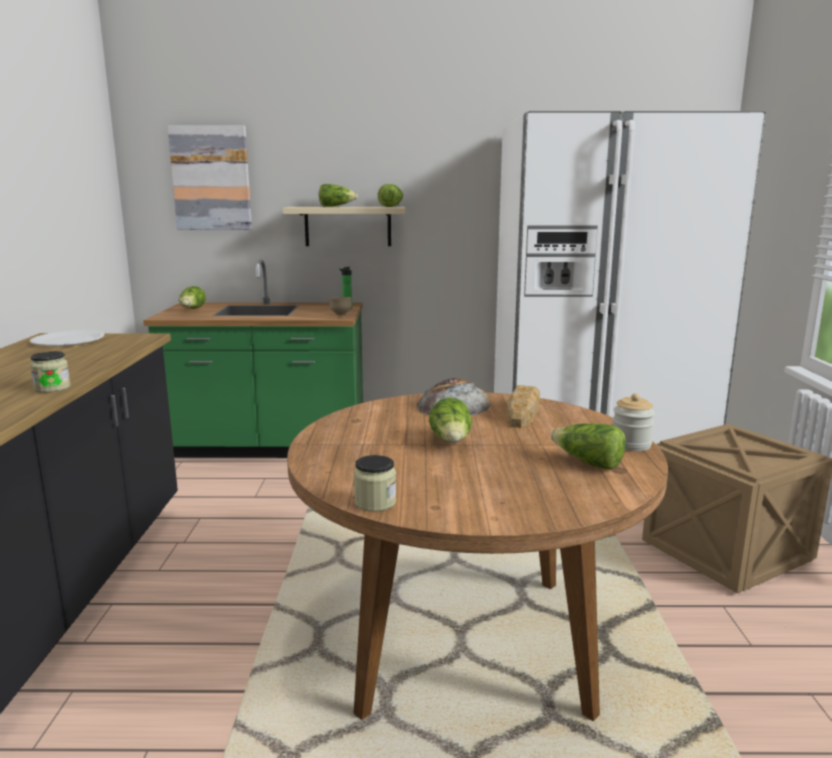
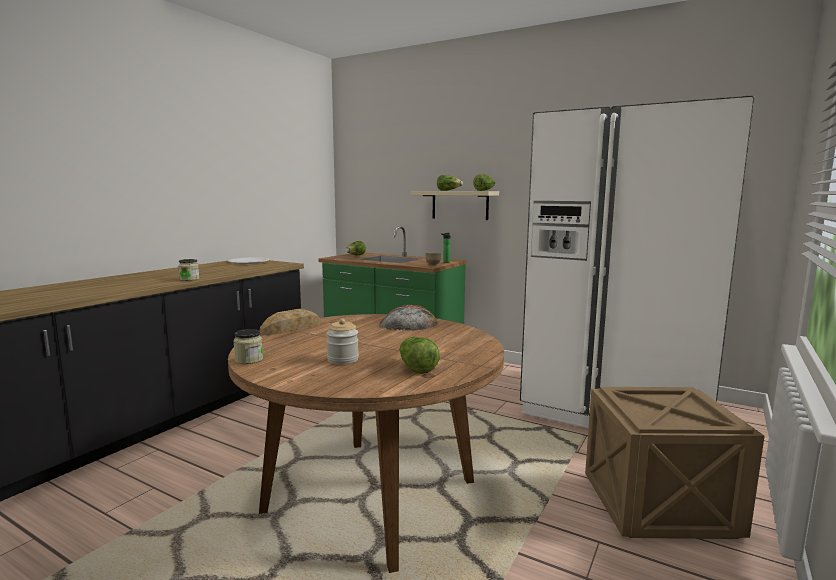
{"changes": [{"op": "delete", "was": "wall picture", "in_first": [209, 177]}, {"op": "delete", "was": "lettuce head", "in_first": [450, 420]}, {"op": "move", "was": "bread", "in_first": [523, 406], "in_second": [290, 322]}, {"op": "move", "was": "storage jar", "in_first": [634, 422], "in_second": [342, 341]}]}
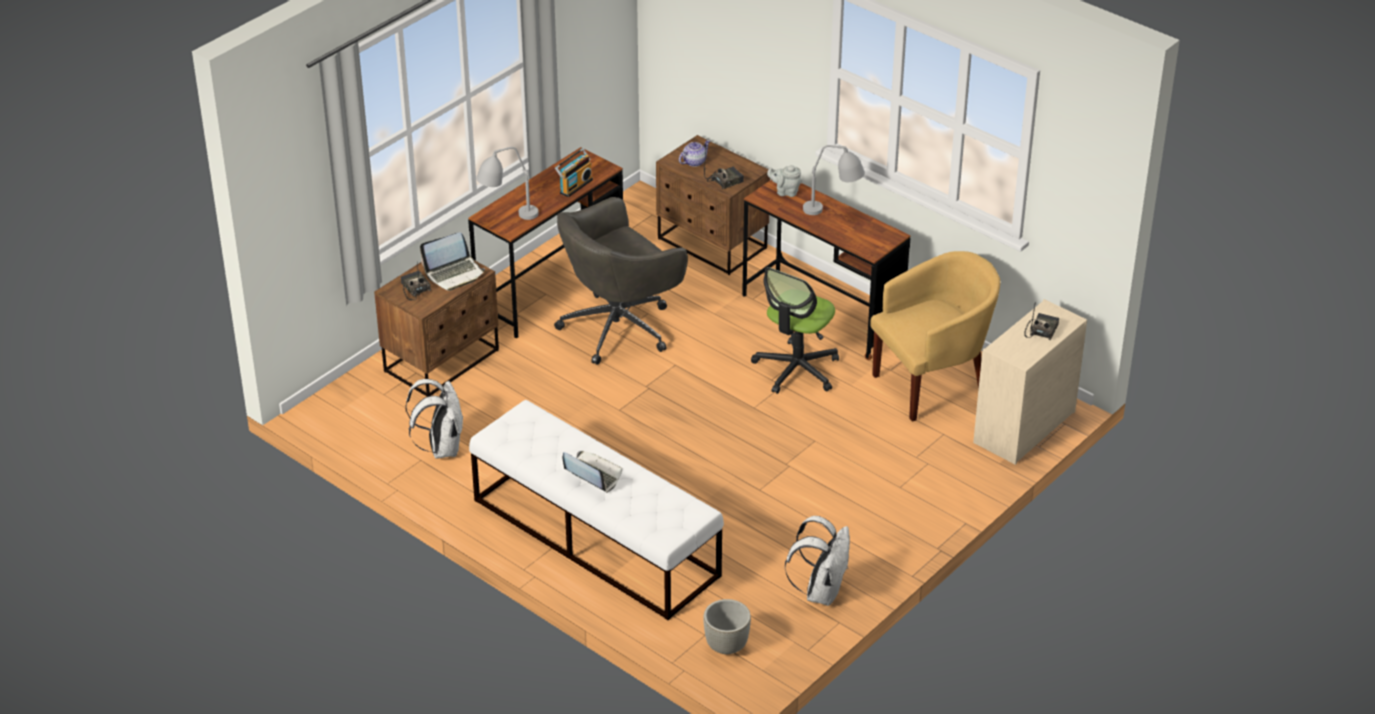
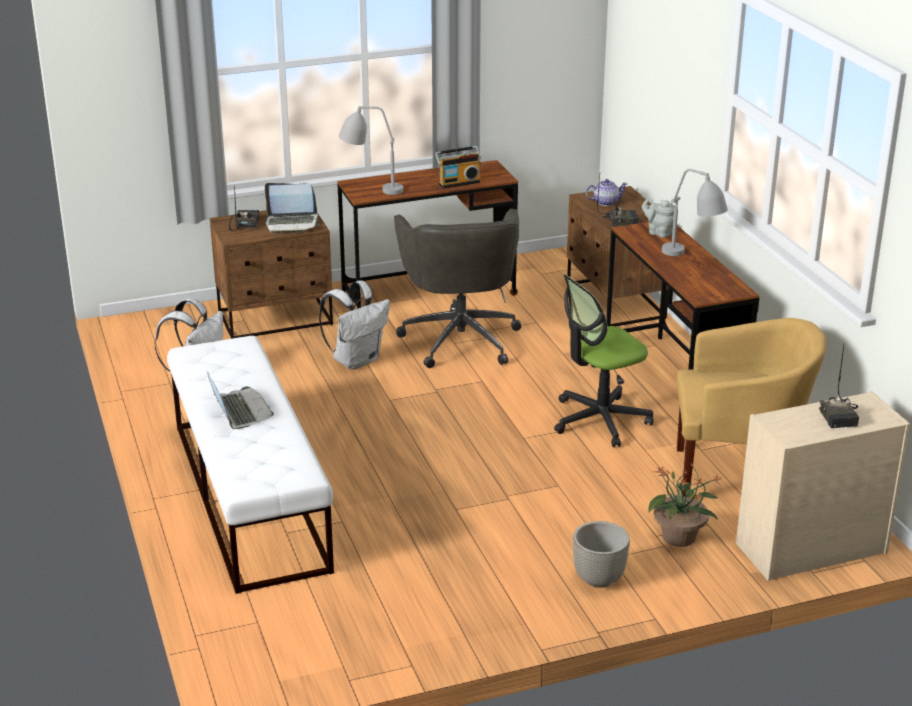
{"changes": [{"op": "insert", "now": "potted plant", "in_second": [685, 504]}, {"op": "move", "was": "gray plant pot", "in_first": [727, 626], "in_second": [601, 554]}, {"op": "move", "was": "whitish backpack", "in_first": [817, 561], "in_second": [354, 325]}, {"op": "rotate", "was": "gray desk chair", "in_first": [621, 281], "in_second": [457, 288], "clockwise": -90}, {"op": "rotate", "was": "radio set", "in_first": [1041, 320], "in_second": [839, 387], "clockwise": 120}]}
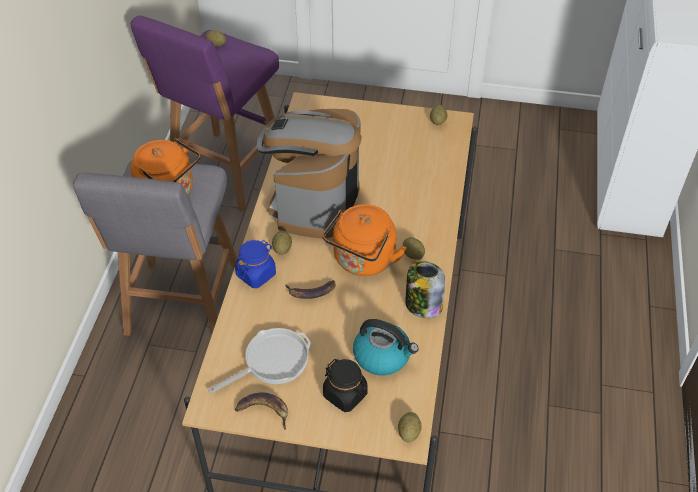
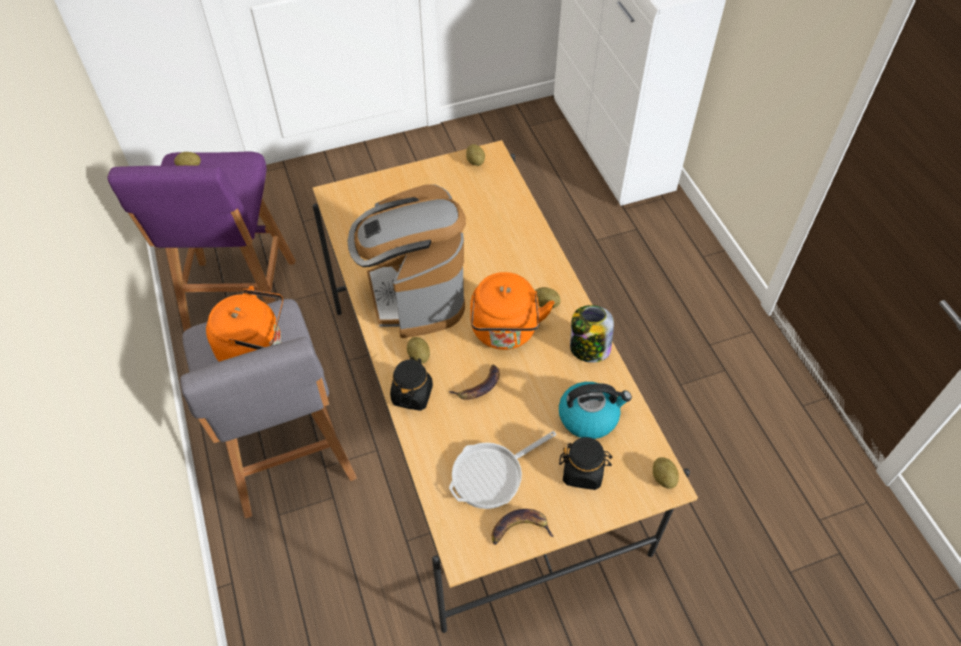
{"changes": [{"op": "recolor", "was": "blue-coloured storage jar", "now": "black storage jar", "in_first": [255, 264], "in_second": [411, 384]}, {"op": "rotate", "was": "pan", "in_first": [259, 361], "in_second": [502, 470], "clockwise": -150}]}
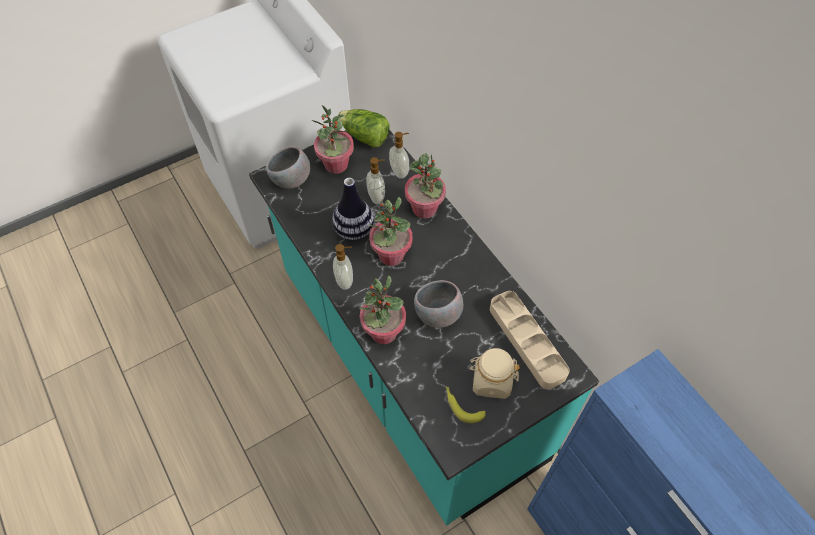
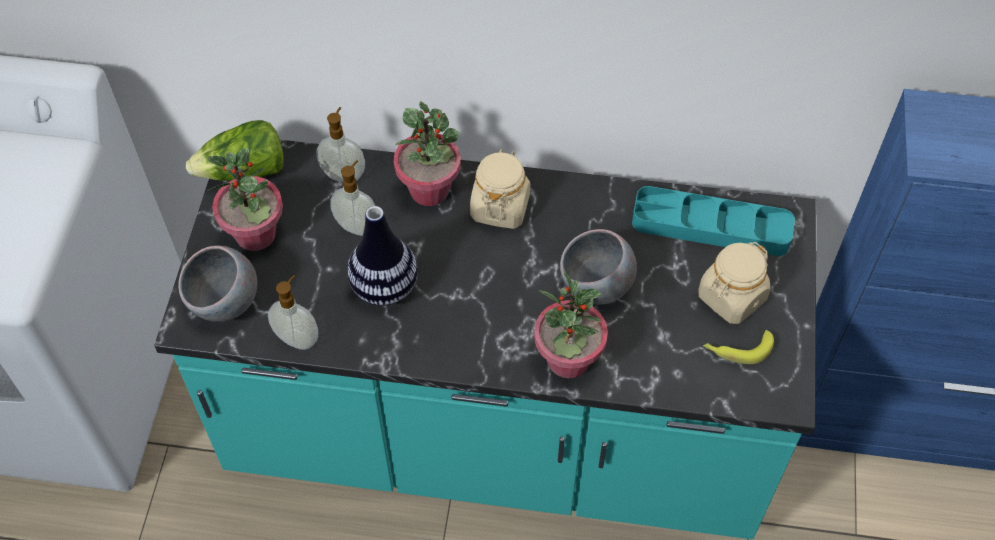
{"changes": [{"op": "delete", "was": "potted plant", "in_first": [391, 231]}, {"op": "insert", "now": "sand-coloured storage jar", "in_second": [500, 189]}, {"op": "move", "was": "soap dispenser", "in_first": [343, 267], "in_second": [293, 312]}, {"op": "recolor", "was": "sand-coloured tray", "now": "turquoise-coloured tray", "in_first": [530, 340], "in_second": [713, 221]}]}
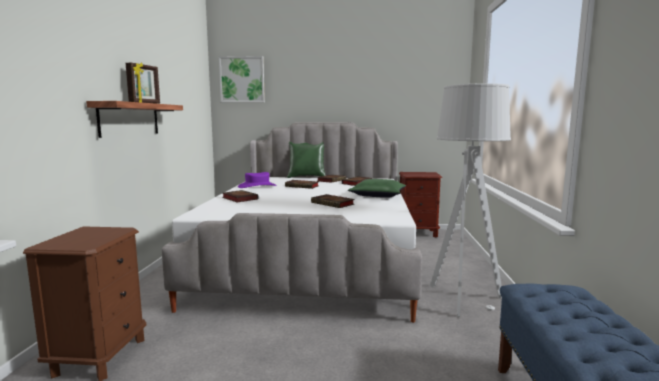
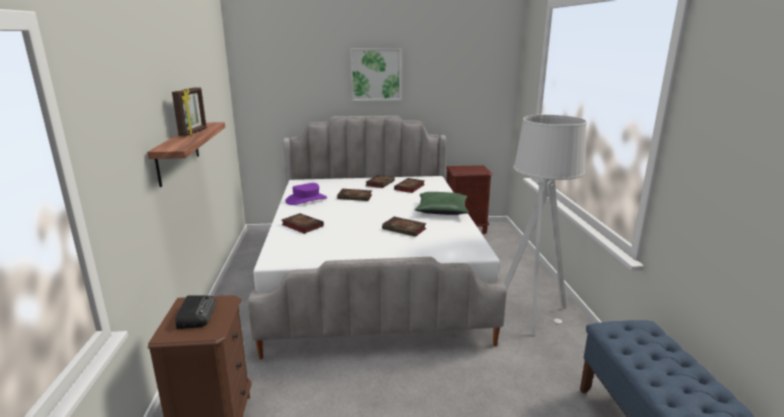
{"changes": [{"op": "delete", "was": "green throw pillow", "in_first": [306, 160]}, {"op": "insert", "now": "radio set", "in_second": [195, 312]}, {"op": "move", "was": "wall picture", "in_first": [242, 79], "in_second": [375, 74]}]}
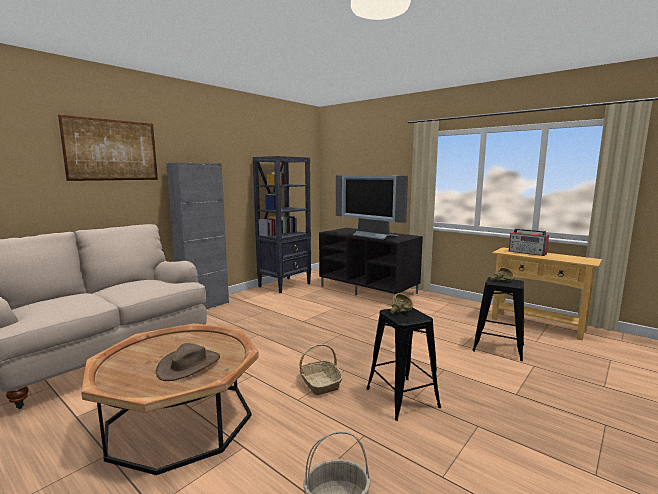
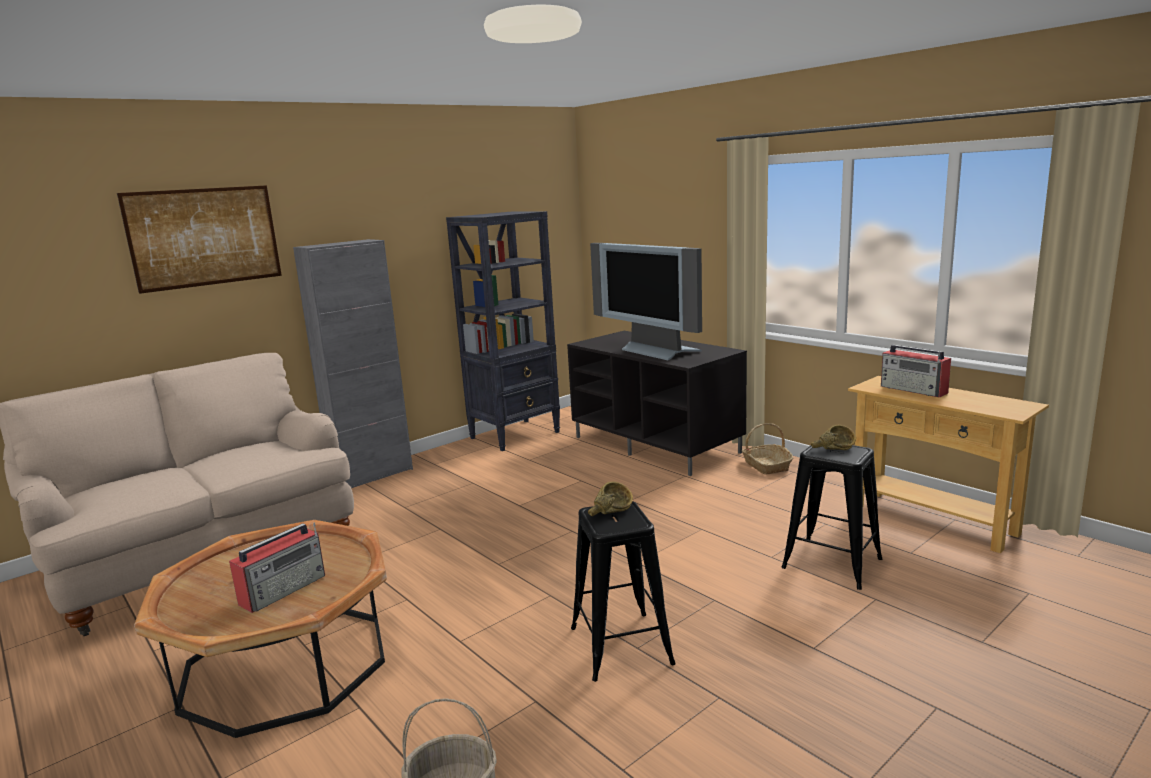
{"changes": [{"op": "move", "was": "household basket", "in_first": [321, 369], "in_second": [767, 449]}, {"op": "replace", "was": "brown-coloured clothing hat", "now": "radio set", "in_first": [188, 362], "in_second": [277, 568]}]}
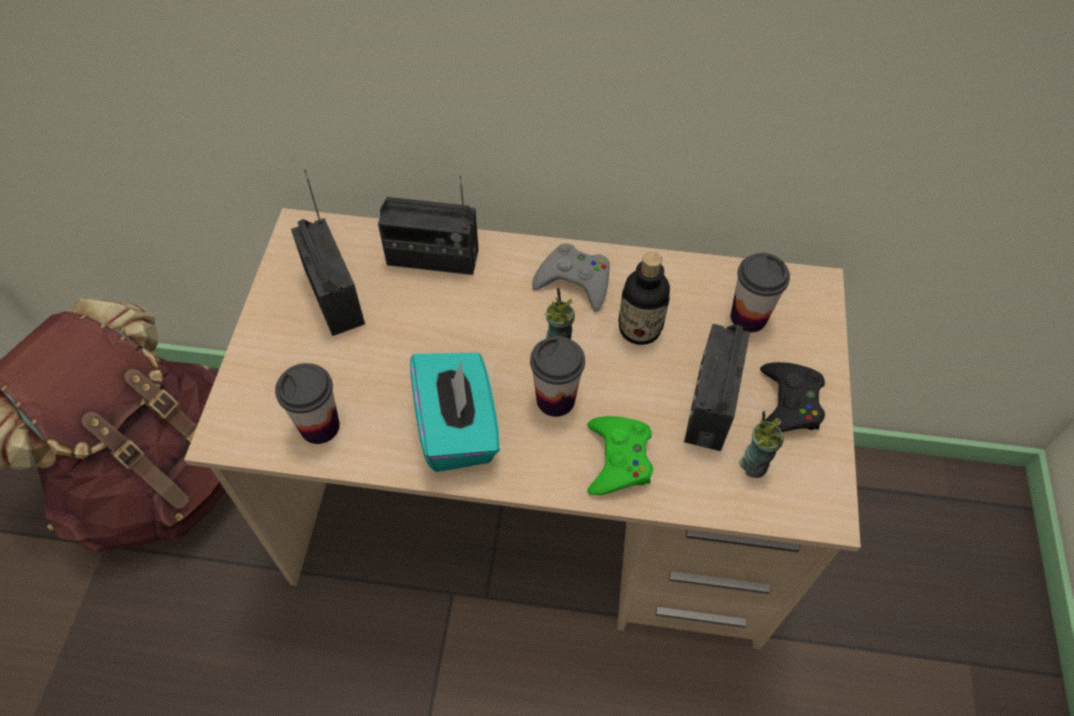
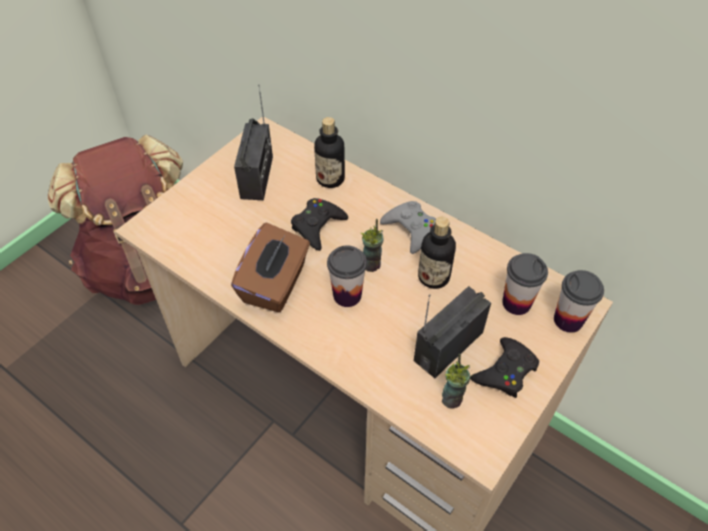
{"changes": [{"op": "delete", "was": "green gamepad", "in_first": [620, 455]}, {"op": "insert", "now": "black gamepad", "in_second": [319, 224]}, {"op": "move", "was": "small cup", "in_first": [307, 403], "in_second": [579, 301]}, {"op": "replace", "was": "radio set", "now": "beverage bottle", "in_first": [428, 225], "in_second": [329, 152]}, {"op": "recolor", "was": "turquoise-coloured tissue box", "now": "brown-coloured tissue box", "in_first": [455, 412], "in_second": [270, 267]}]}
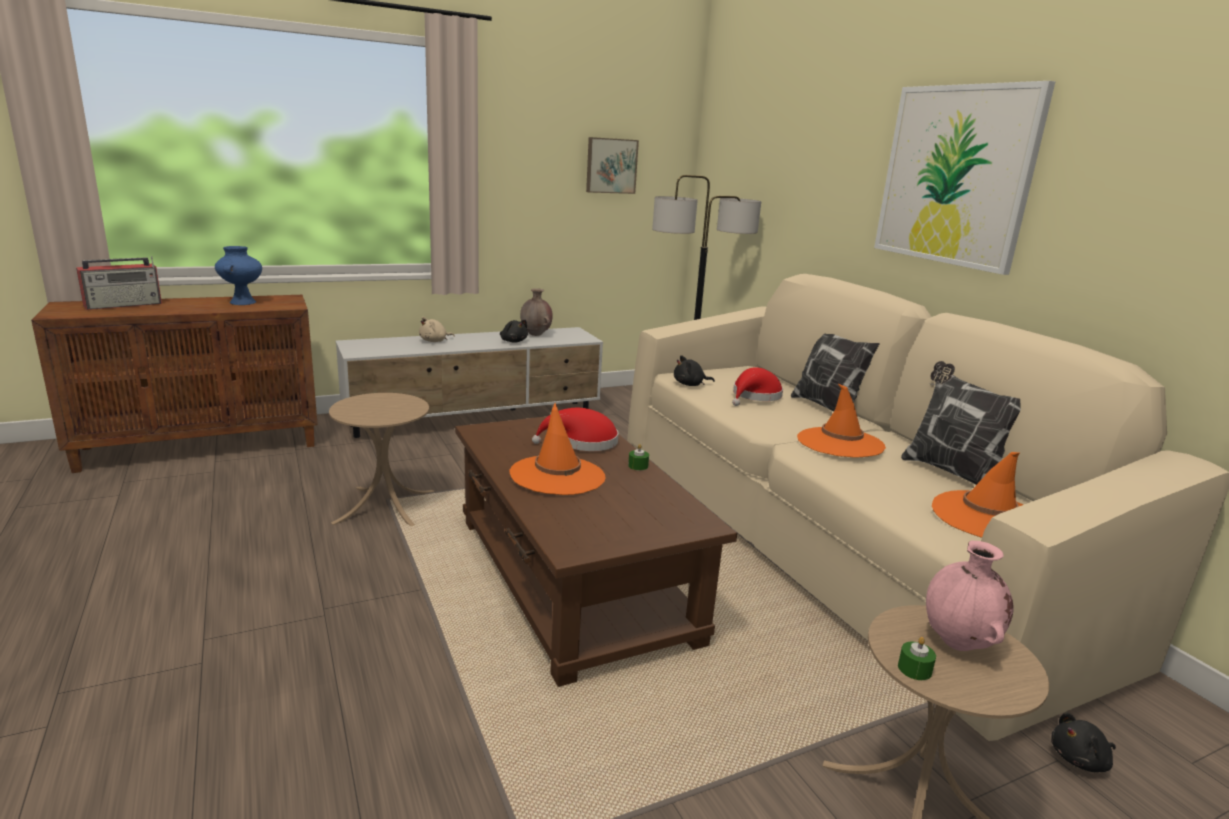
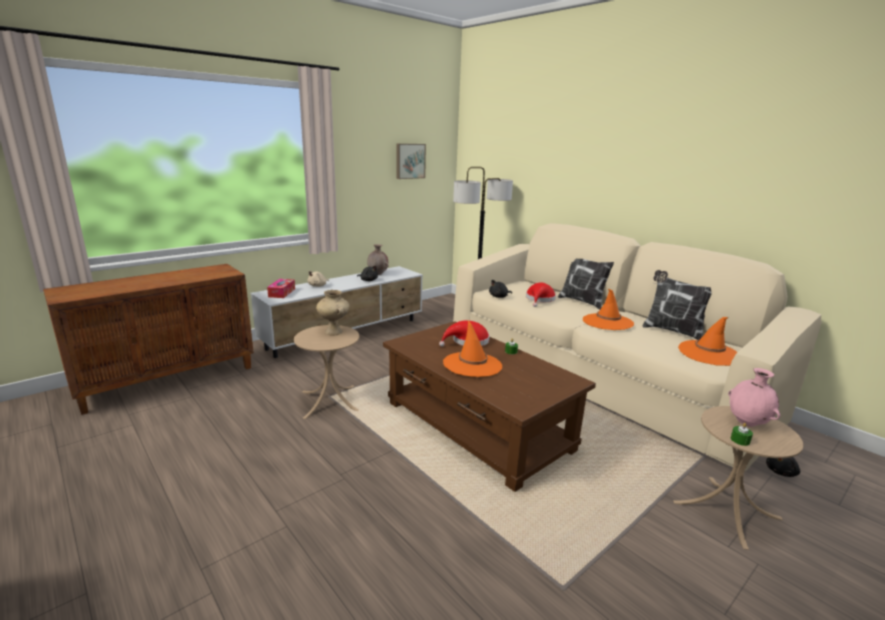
{"changes": [{"op": "delete", "was": "radio set", "in_first": [119, 283]}, {"op": "delete", "was": "blue-coloured flower vase", "in_first": [238, 275]}, {"op": "delete", "was": "wall picture", "in_first": [964, 178]}, {"op": "insert", "now": "tissue box", "in_second": [281, 288]}, {"op": "insert", "now": "sand-coloured flower vase", "in_second": [333, 313]}]}
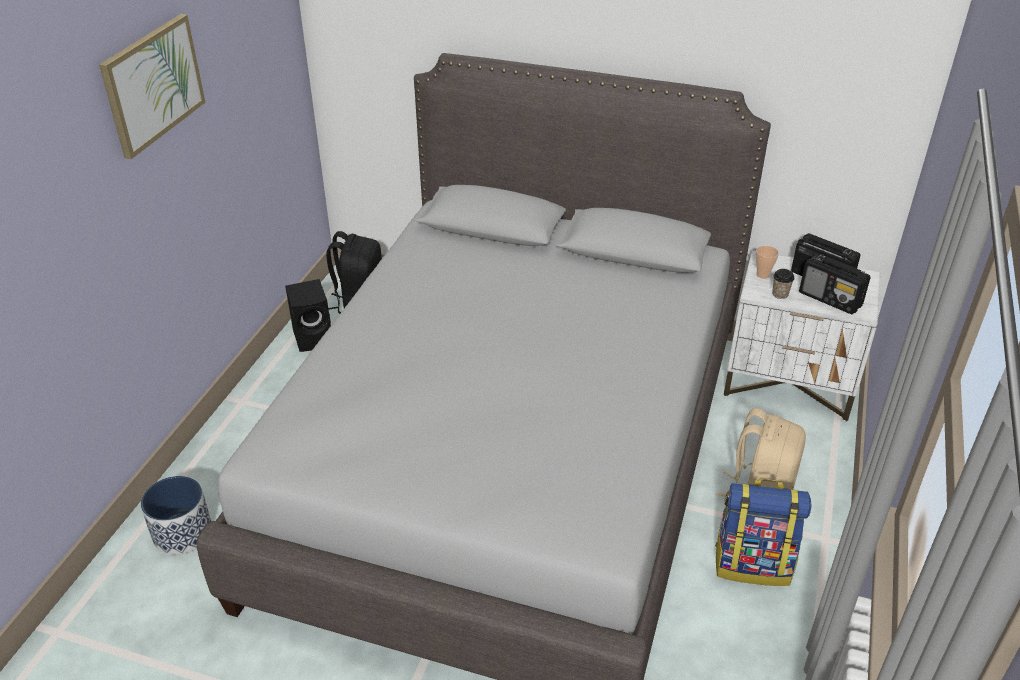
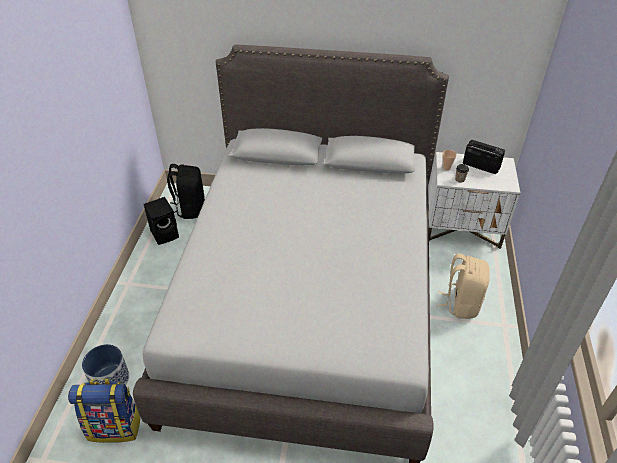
{"changes": [{"op": "delete", "was": "wall picture", "in_first": [152, 86]}, {"op": "delete", "was": "radio set", "in_first": [835, 284]}, {"op": "move", "was": "backpack", "in_first": [763, 532], "in_second": [104, 410]}]}
